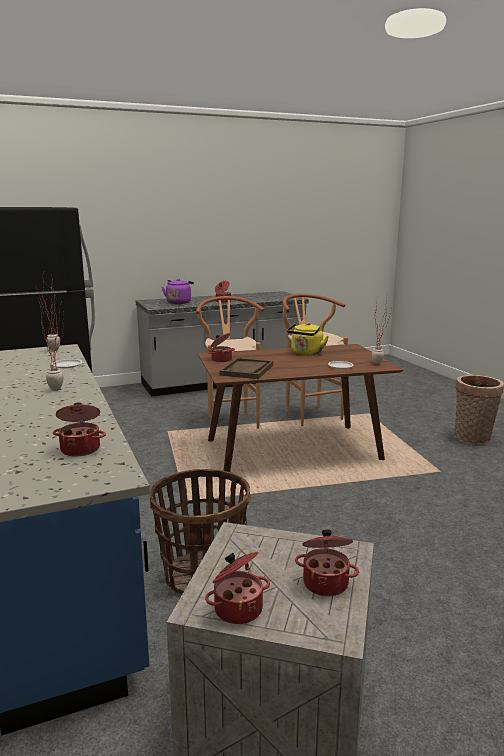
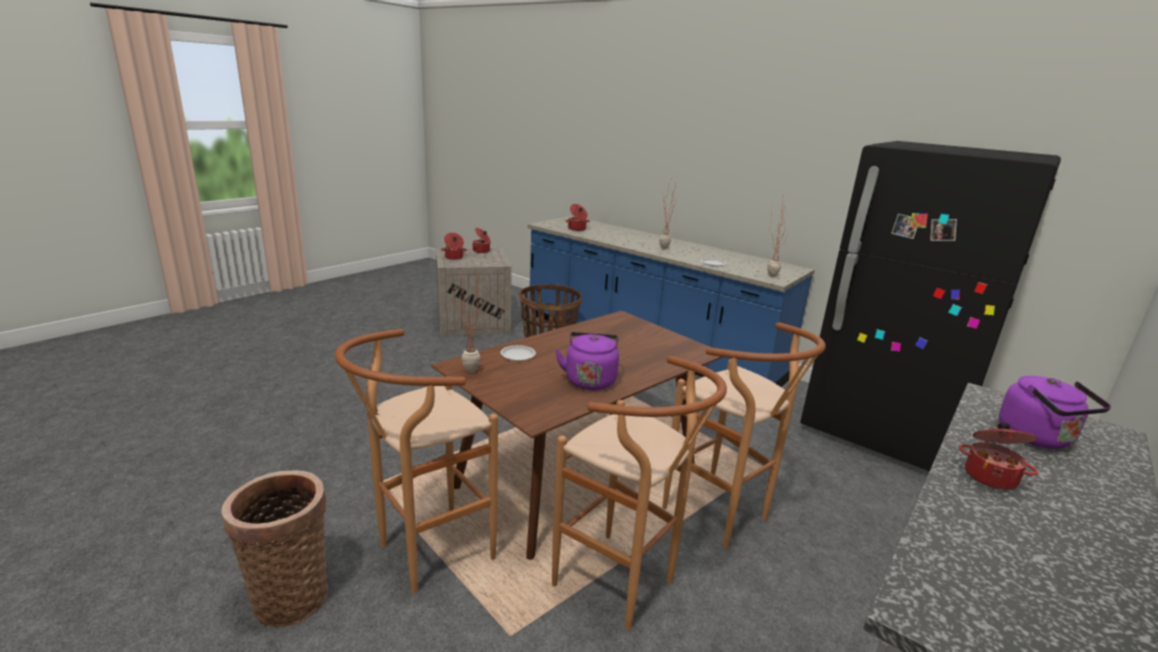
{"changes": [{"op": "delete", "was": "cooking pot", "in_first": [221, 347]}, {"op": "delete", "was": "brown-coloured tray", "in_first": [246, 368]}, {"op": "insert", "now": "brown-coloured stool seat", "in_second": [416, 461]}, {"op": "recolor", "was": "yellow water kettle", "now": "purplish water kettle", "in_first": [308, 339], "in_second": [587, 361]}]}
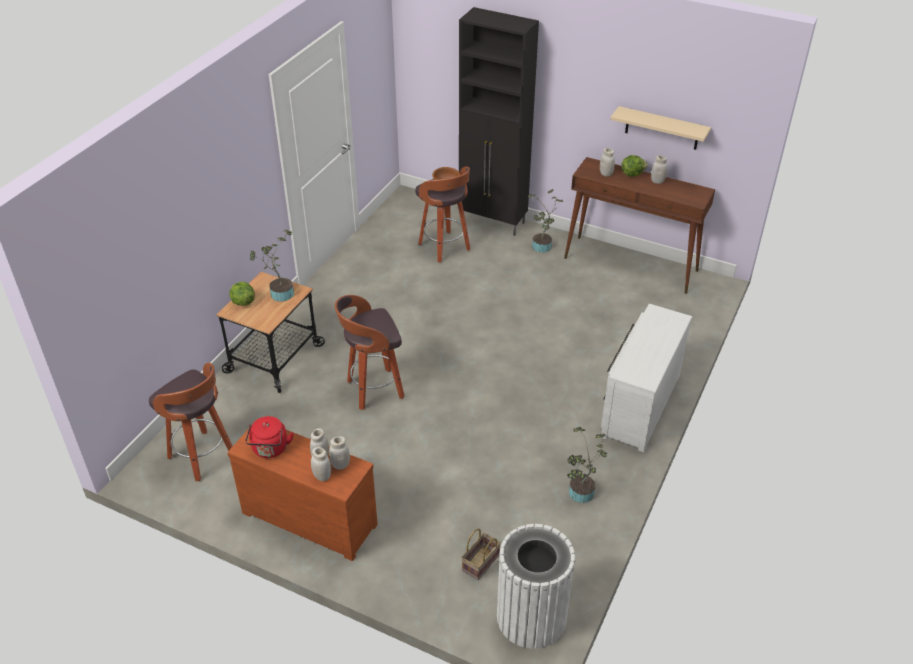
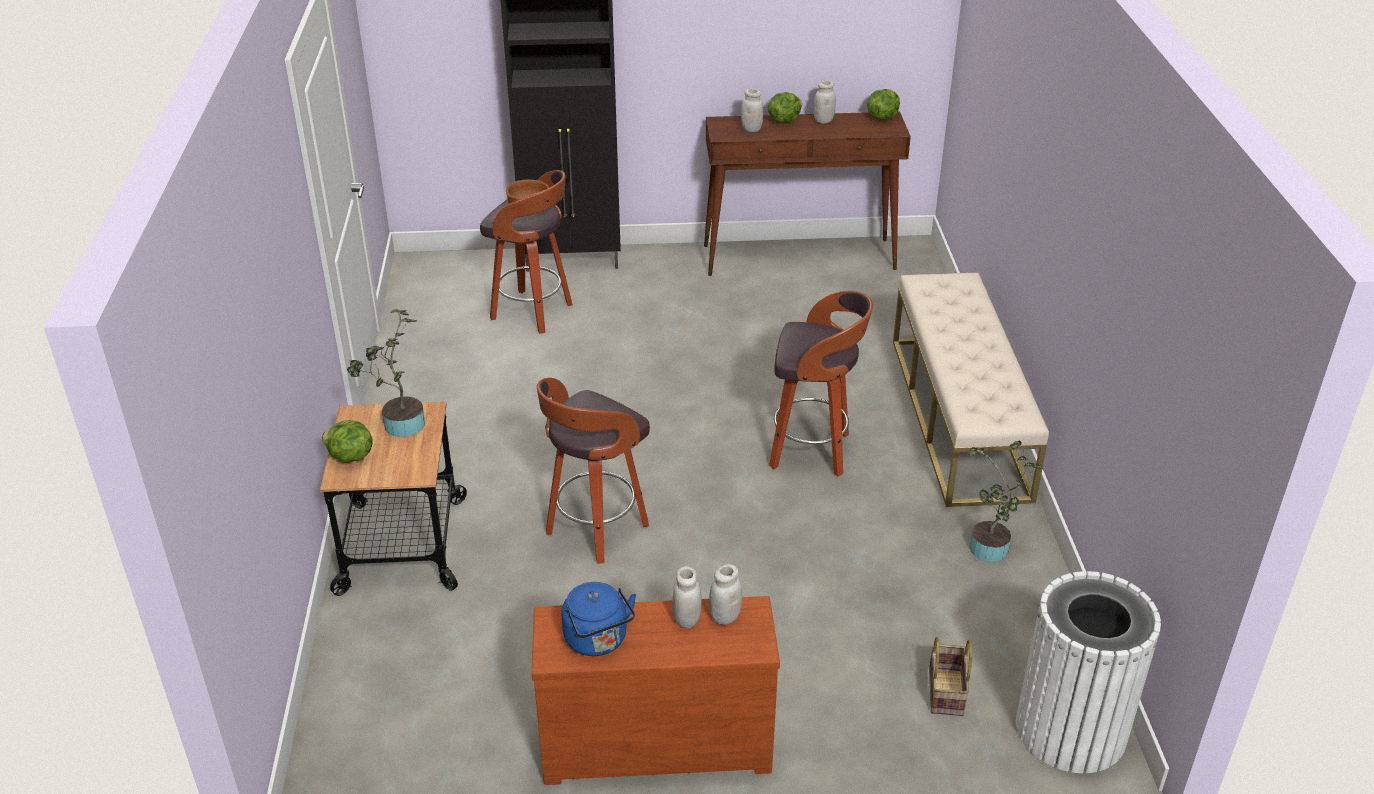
{"changes": [{"op": "delete", "was": "whitish storage jar", "in_first": [321, 464]}, {"op": "delete", "was": "potted plant", "in_first": [546, 221]}, {"op": "delete", "was": "sand-coloured bracket shelf", "in_first": [660, 128]}, {"op": "insert", "now": "lettuce head", "in_second": [883, 104]}, {"op": "move", "was": "stool seat", "in_first": [191, 422], "in_second": [821, 383]}, {"op": "replace", "was": "whitish dresser", "now": "sand-coloured bench", "in_first": [646, 378], "in_second": [971, 390]}, {"op": "recolor", "was": "red-coloured water kettle", "now": "blue-coloured water kettle", "in_first": [269, 437], "in_second": [599, 619]}]}
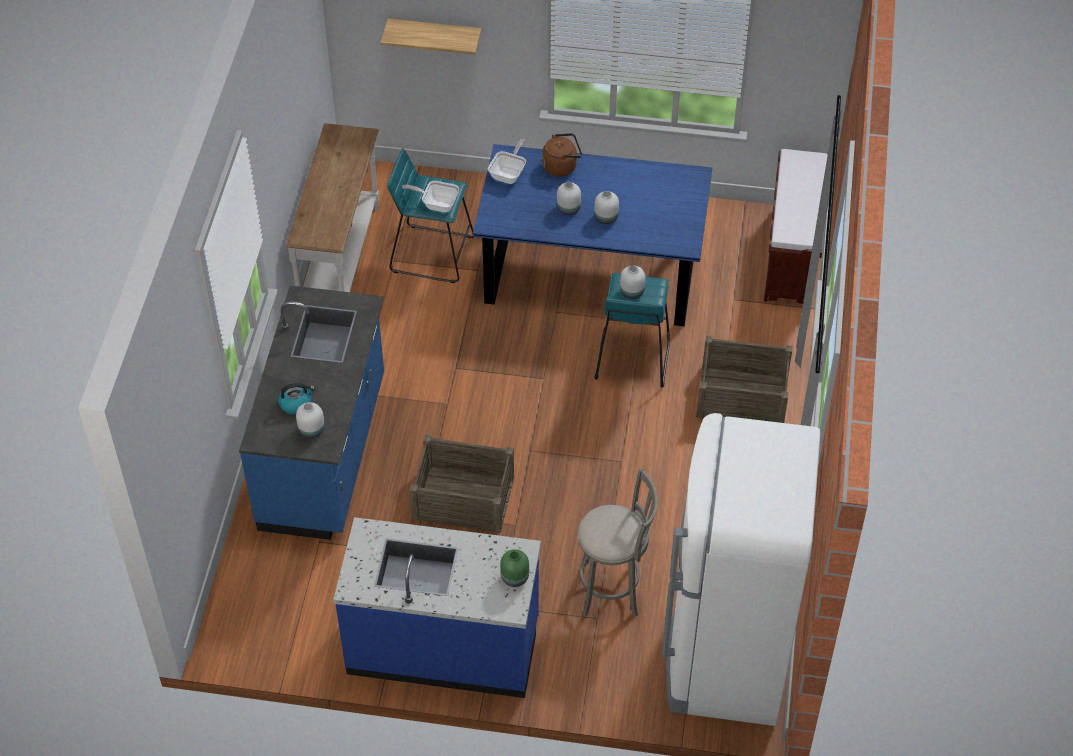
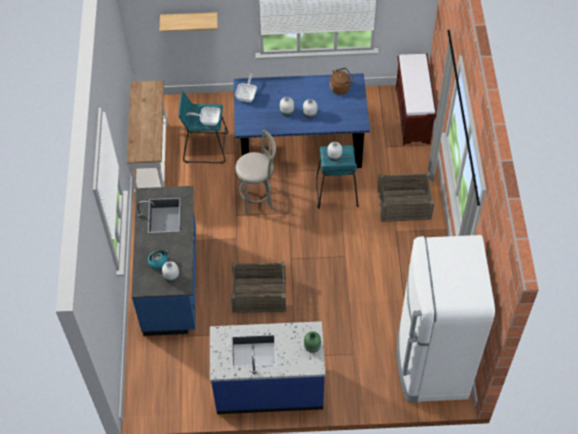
{"changes": [{"op": "move", "was": "brown-coloured water kettle", "in_first": [562, 155], "in_second": [342, 81]}, {"op": "move", "was": "gray stool seat", "in_first": [618, 542], "in_second": [255, 172]}]}
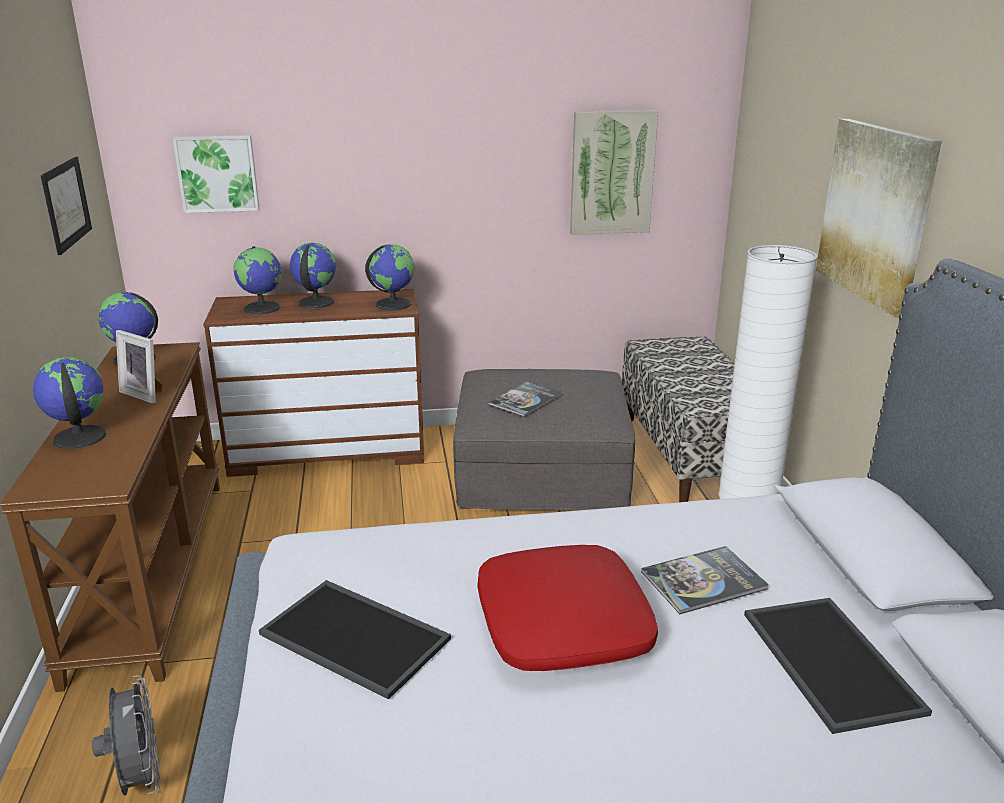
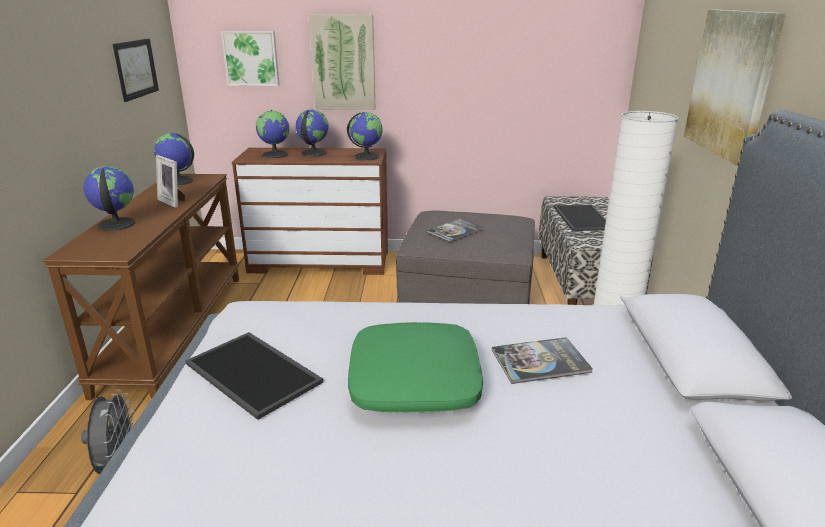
{"changes": [{"op": "move", "was": "wall picture", "in_first": [614, 172], "in_second": [342, 62]}, {"op": "move", "was": "tray", "in_first": [838, 666], "in_second": [580, 218]}, {"op": "recolor", "was": "red-coloured throw pillow", "now": "green throw pillow", "in_first": [568, 608], "in_second": [415, 367]}]}
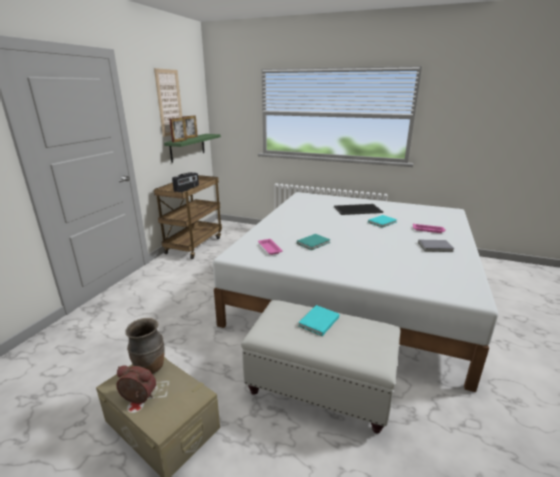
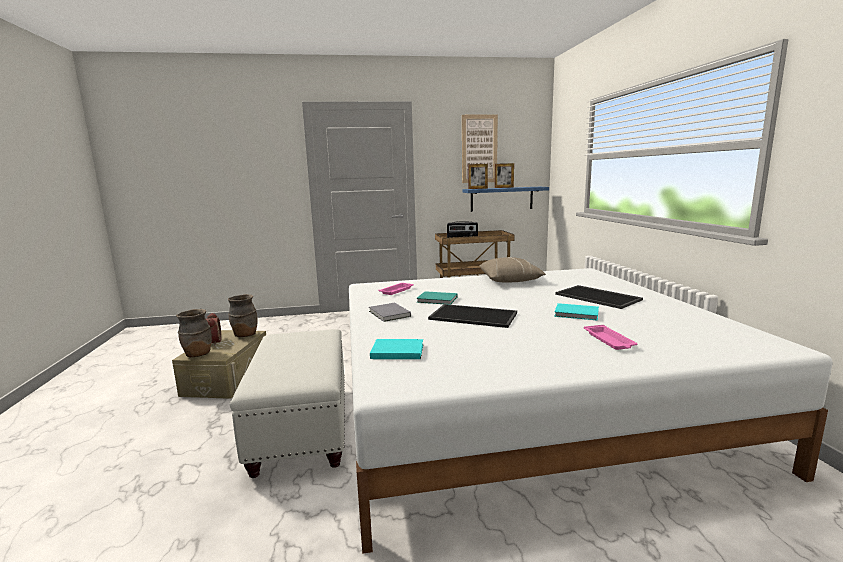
{"changes": [{"op": "insert", "now": "brown-coloured flower vase", "in_second": [194, 333]}, {"op": "insert", "now": "tray", "in_second": [472, 316]}, {"op": "insert", "now": "sand-coloured throw pillow", "in_second": [512, 269]}, {"op": "move", "was": "turquoise-coloured volume", "in_first": [318, 320], "in_second": [396, 349]}, {"op": "move", "was": "gray volume", "in_first": [436, 246], "in_second": [390, 312]}, {"op": "recolor", "was": "green bracket shelf", "now": "blue-coloured bracket shelf", "in_first": [192, 148], "in_second": [506, 199]}]}
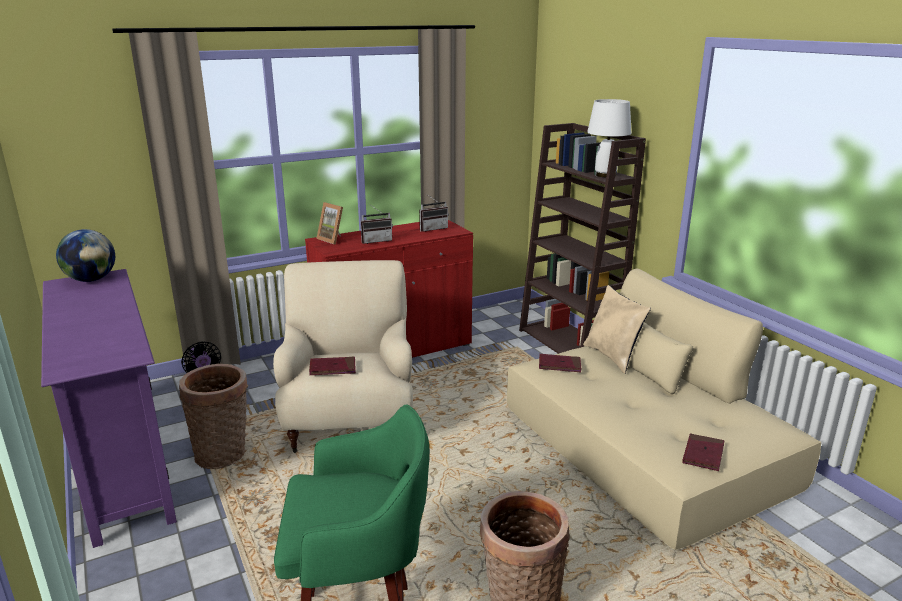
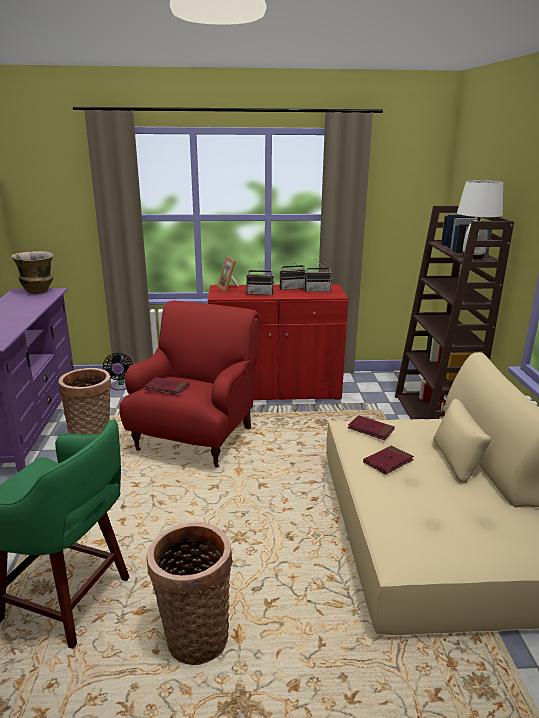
{"changes": [{"op": "delete", "was": "sand-coloured throw pillow", "in_first": [617, 329]}, {"op": "insert", "now": "radio set", "in_second": [292, 274]}, {"op": "move", "was": "red-coloured volume", "in_first": [703, 452], "in_second": [388, 460]}, {"op": "replace", "was": "globe", "now": "flower vase", "in_first": [85, 255], "in_second": [32, 272]}, {"op": "recolor", "was": "sand-coloured armchair", "now": "red-coloured armchair", "in_first": [343, 356], "in_second": [190, 384]}]}
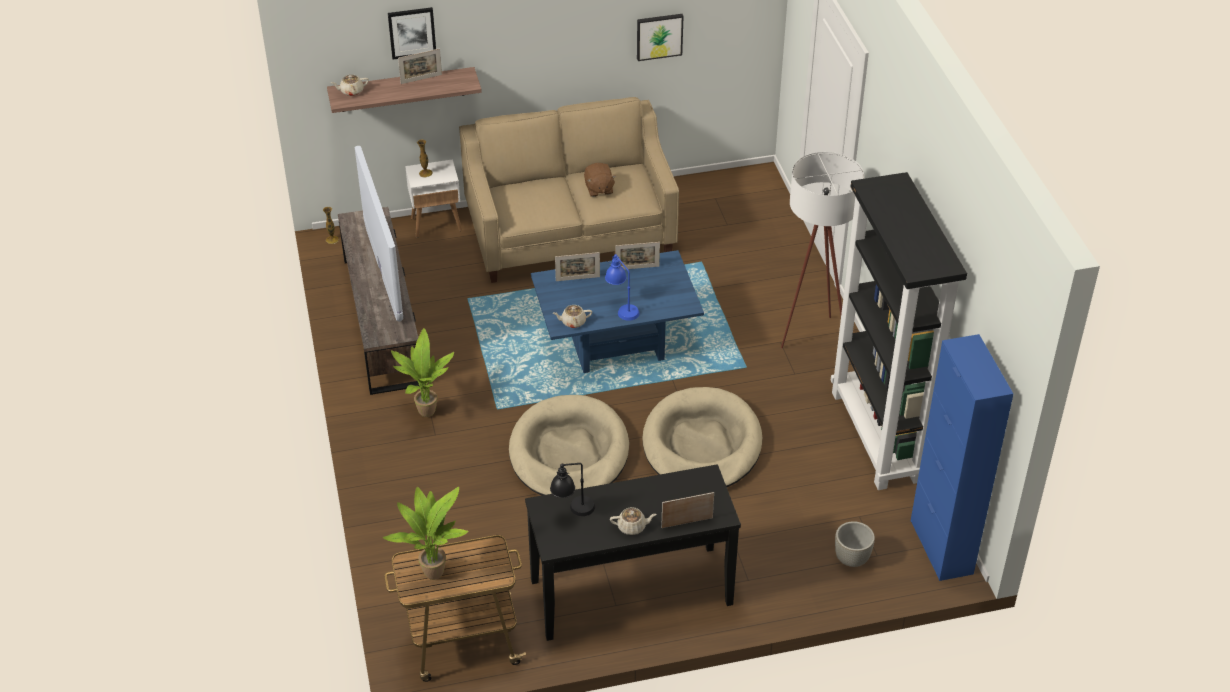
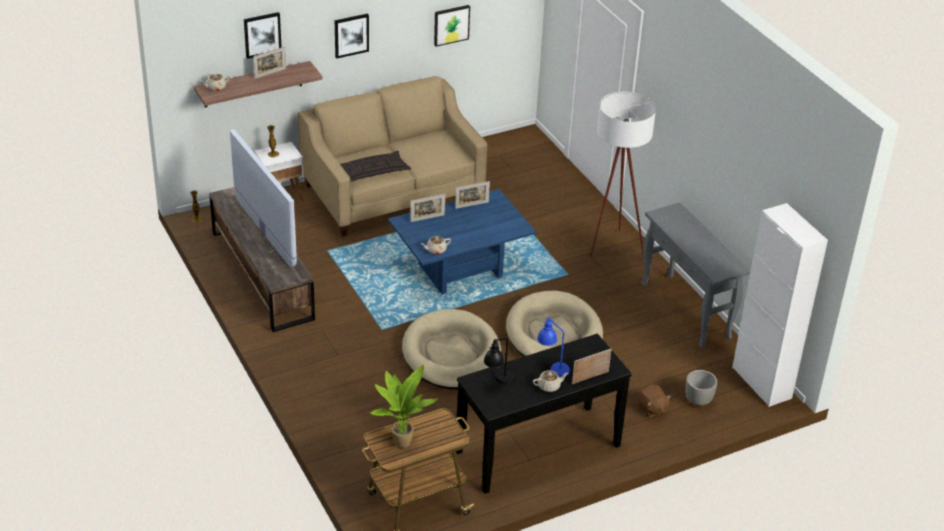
{"changes": [{"op": "delete", "was": "potted plant", "in_first": [422, 372]}, {"op": "insert", "now": "wall picture", "in_second": [352, 36]}, {"op": "insert", "now": "throw pillow", "in_second": [376, 166]}, {"op": "move", "was": "brown-coloured cuddly toy", "in_first": [600, 180], "in_second": [654, 401]}, {"op": "move", "was": "blue-coloured tabletop lamp", "in_first": [622, 287], "in_second": [553, 347]}, {"op": "replace", "was": "black bookcase", "now": "gray console table", "in_first": [899, 331], "in_second": [695, 275]}, {"op": "recolor", "was": "blue-coloured cabinet", "now": "whitish cabinet", "in_first": [962, 457], "in_second": [780, 305]}]}
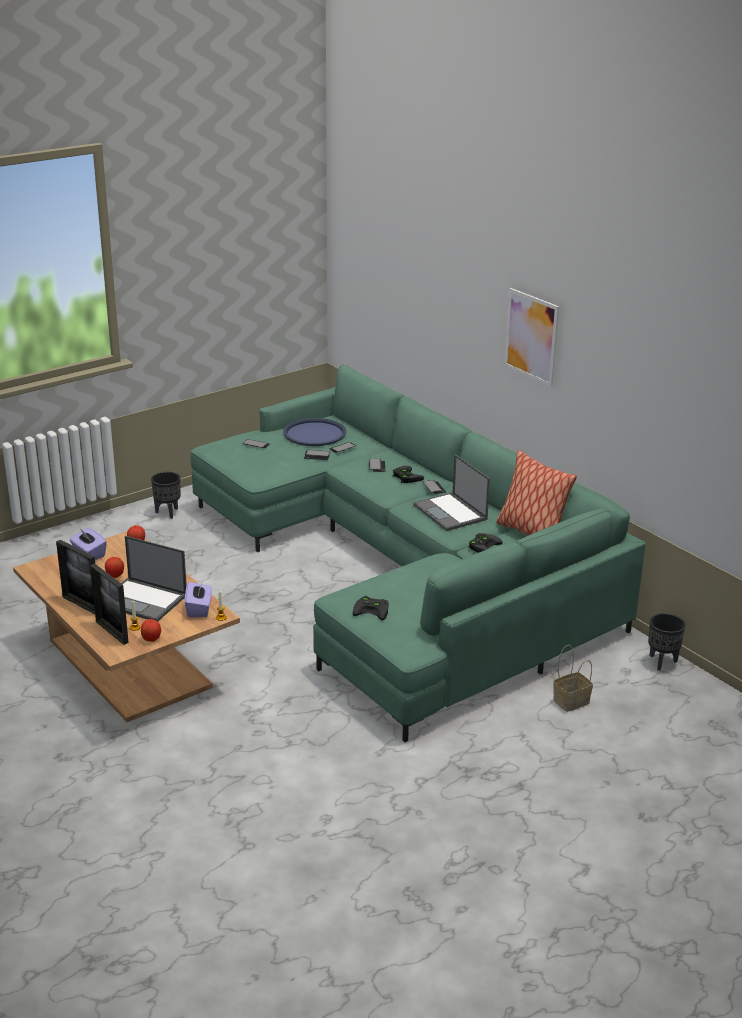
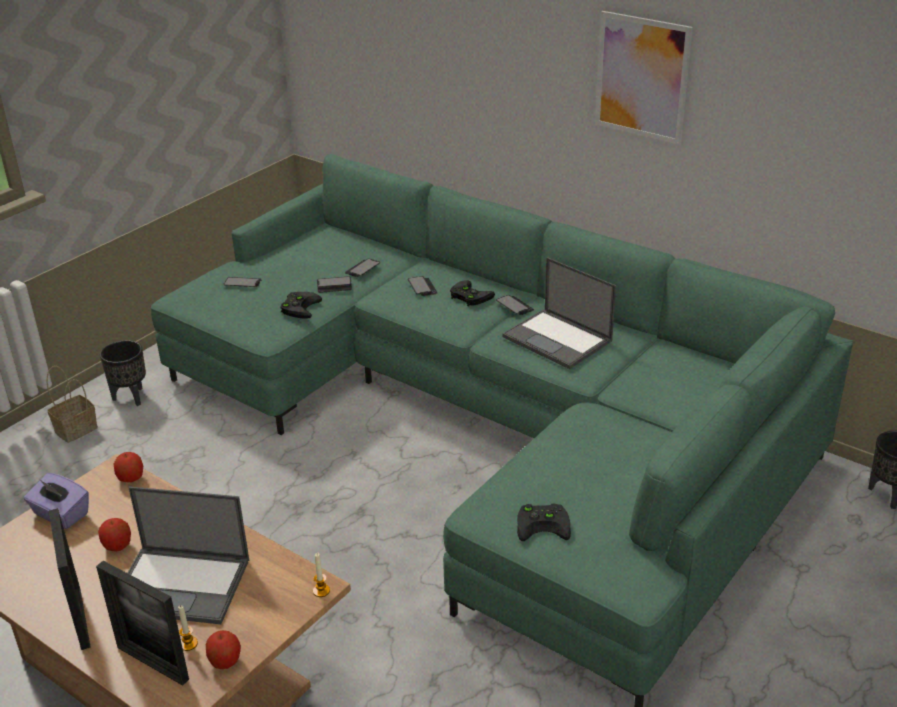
{"changes": [{"op": "delete", "was": "purplish tissue box", "in_first": [198, 599]}, {"op": "delete", "was": "blue-coloured tray", "in_first": [314, 432]}, {"op": "delete", "was": "throw pillow", "in_first": [536, 493]}, {"op": "move", "was": "black gamepad", "in_first": [486, 543], "in_second": [301, 305]}, {"op": "move", "was": "household basket", "in_first": [573, 678], "in_second": [72, 404]}, {"op": "rotate", "was": "standing frame", "in_first": [75, 577], "in_second": [70, 579], "clockwise": -135}]}
